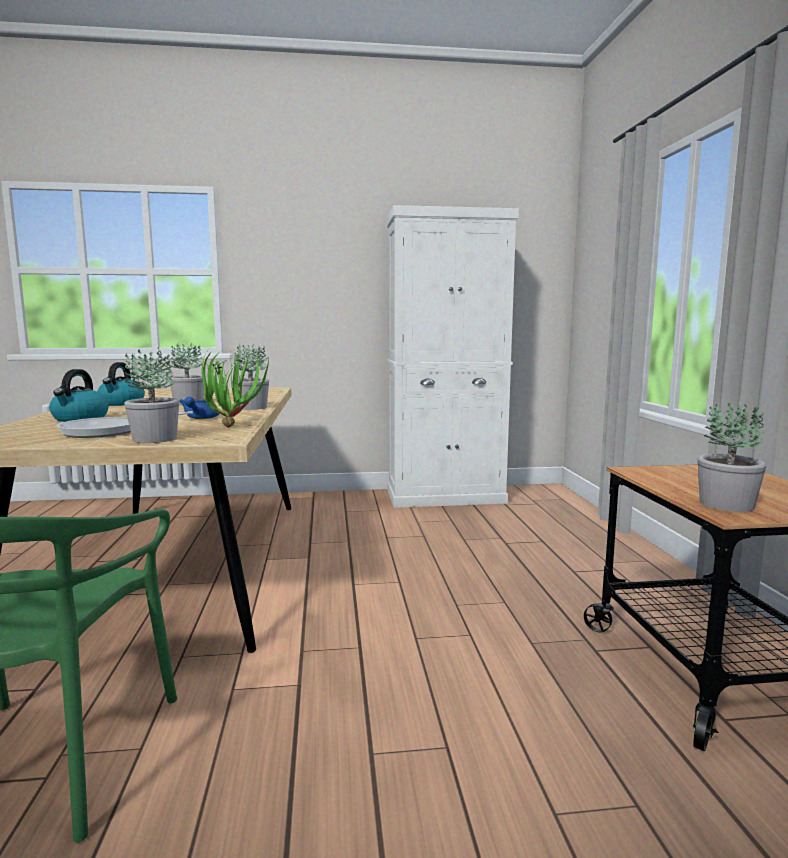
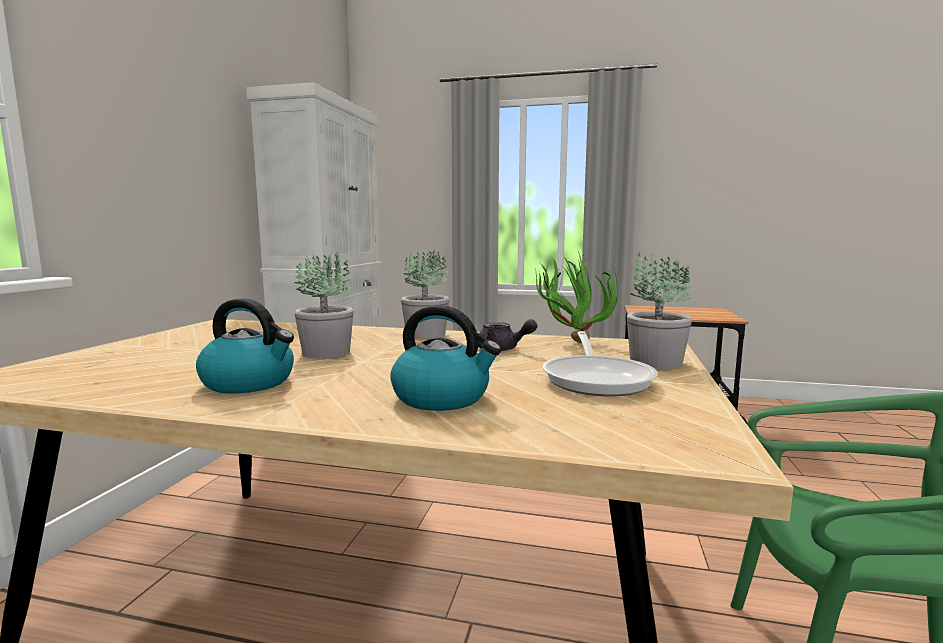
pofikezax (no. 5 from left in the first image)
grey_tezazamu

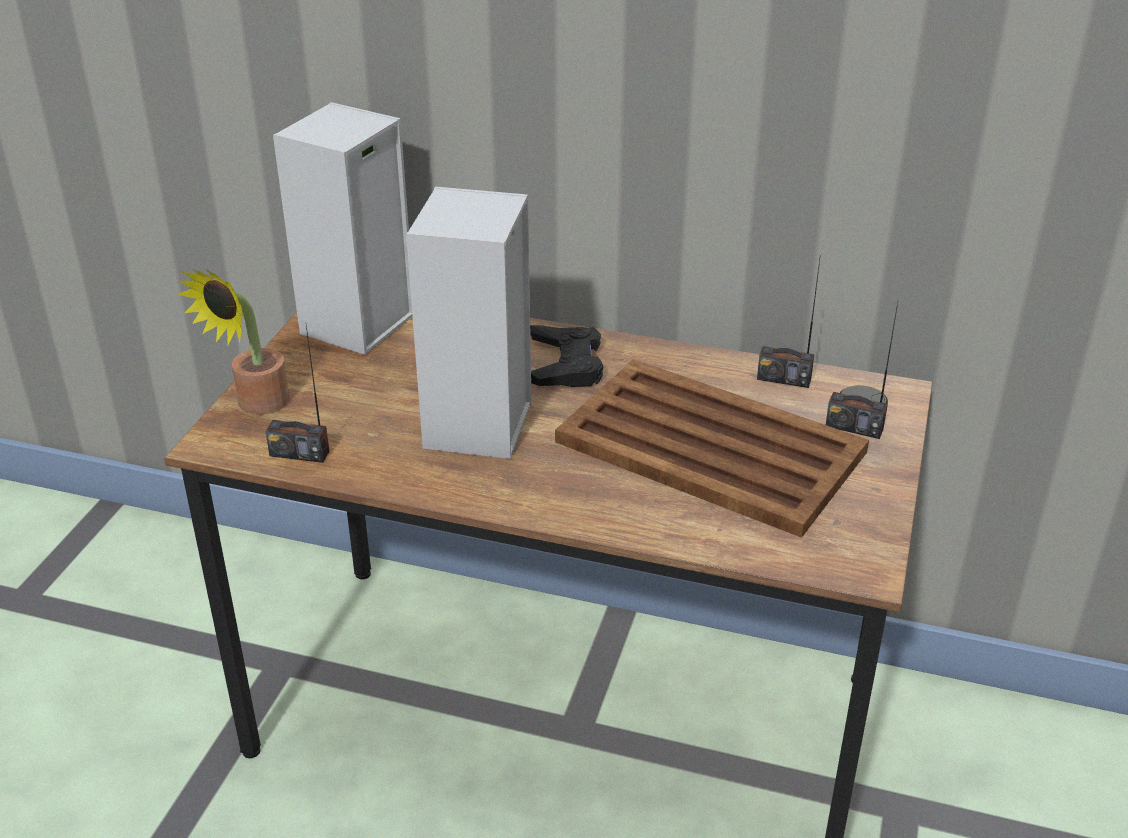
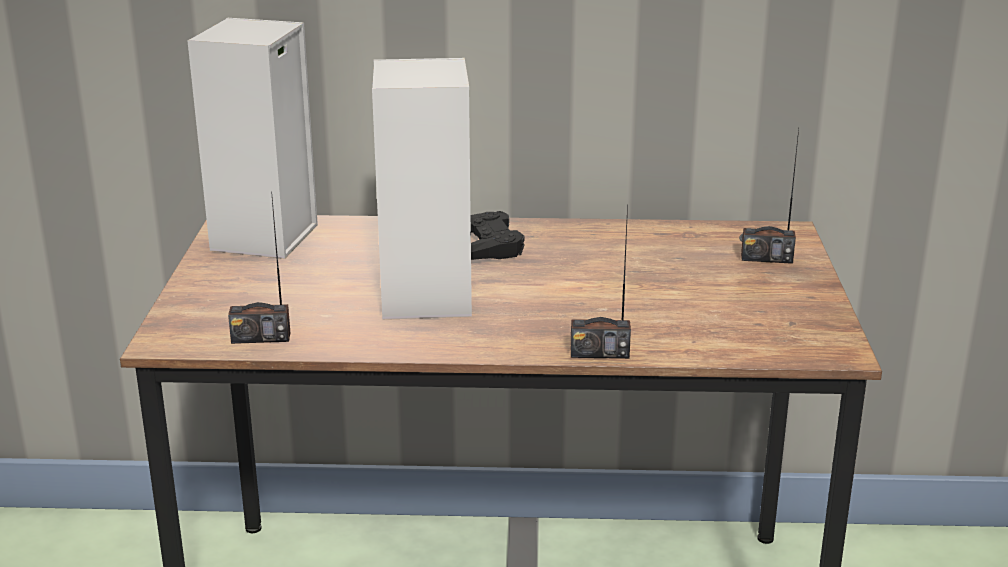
pofikezax
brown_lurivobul
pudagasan (no. 2 from left)

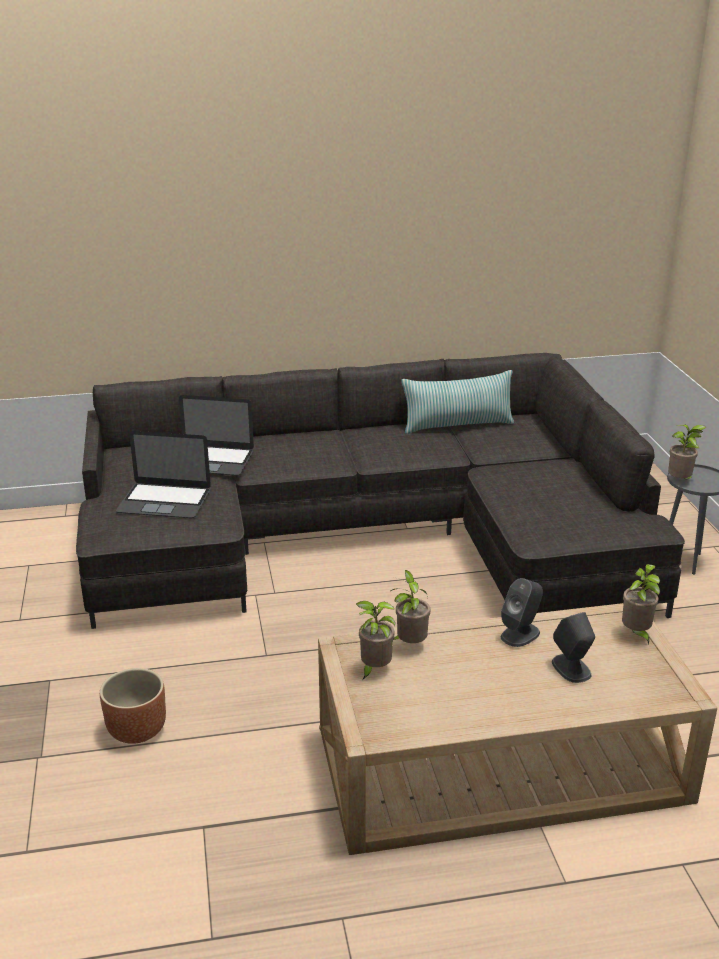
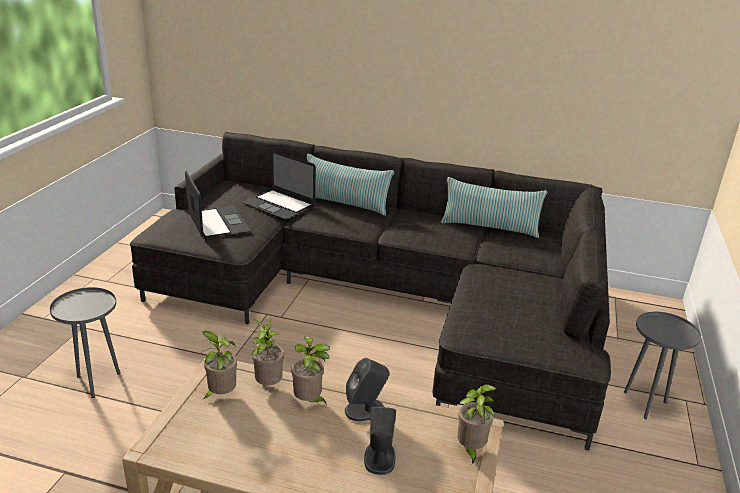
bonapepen (no. 1 from left)
pofikezax (no. 3 from left)
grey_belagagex (no. 1 from left)
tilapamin (no. 1 from left)

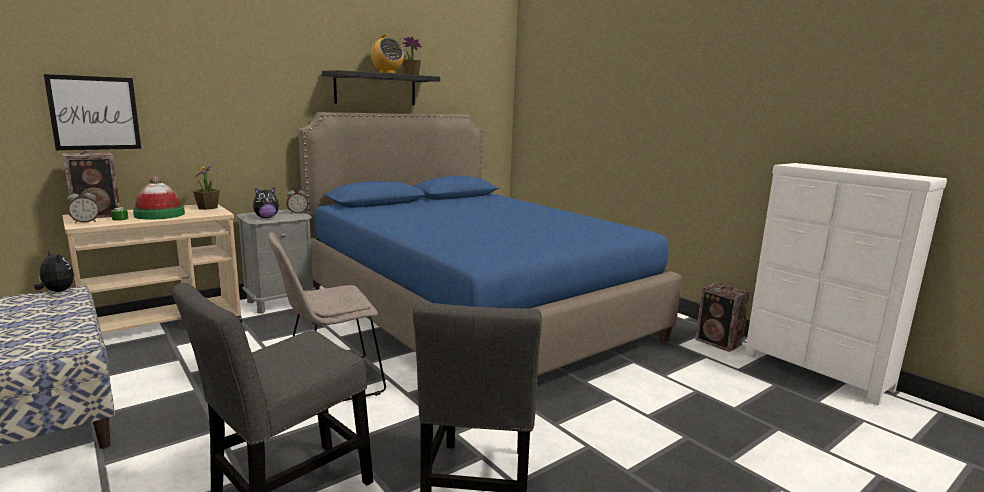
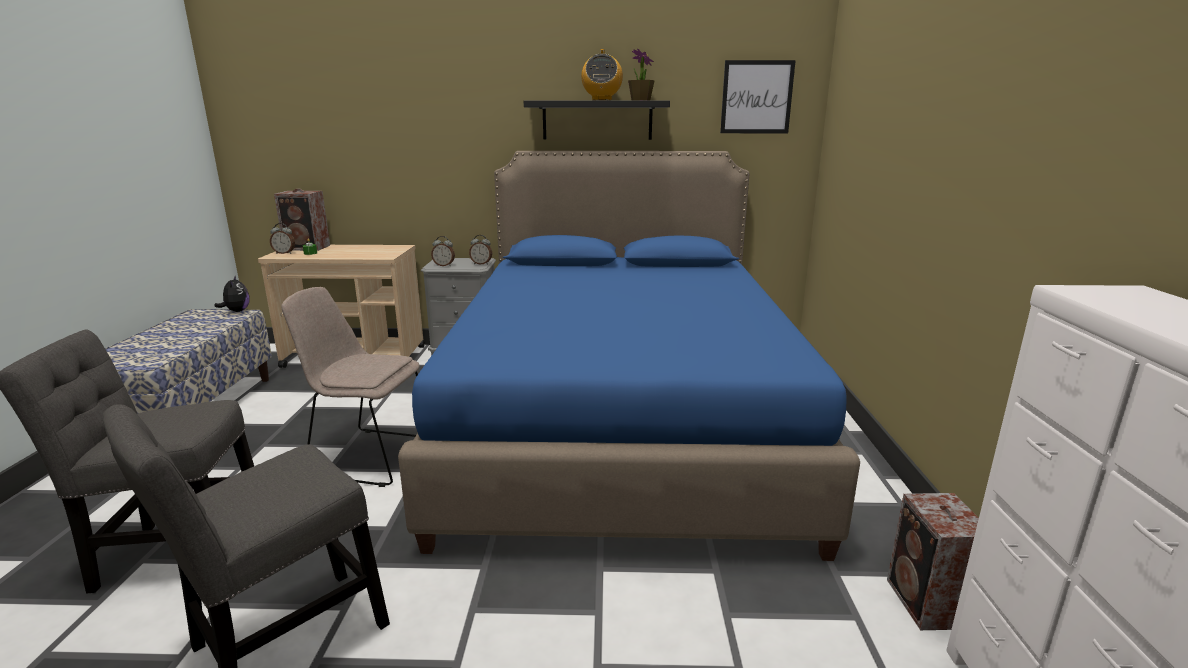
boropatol
pofikezax (no. 1 from left in the first image)
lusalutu
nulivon (no. 2 from left)

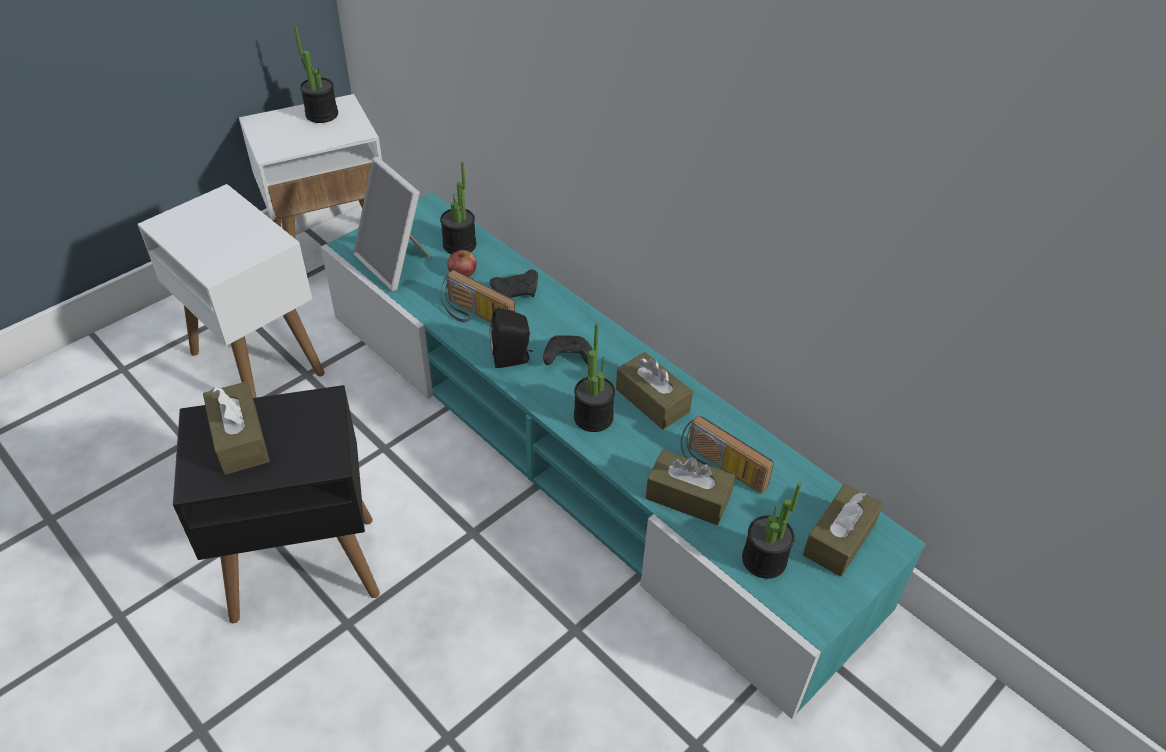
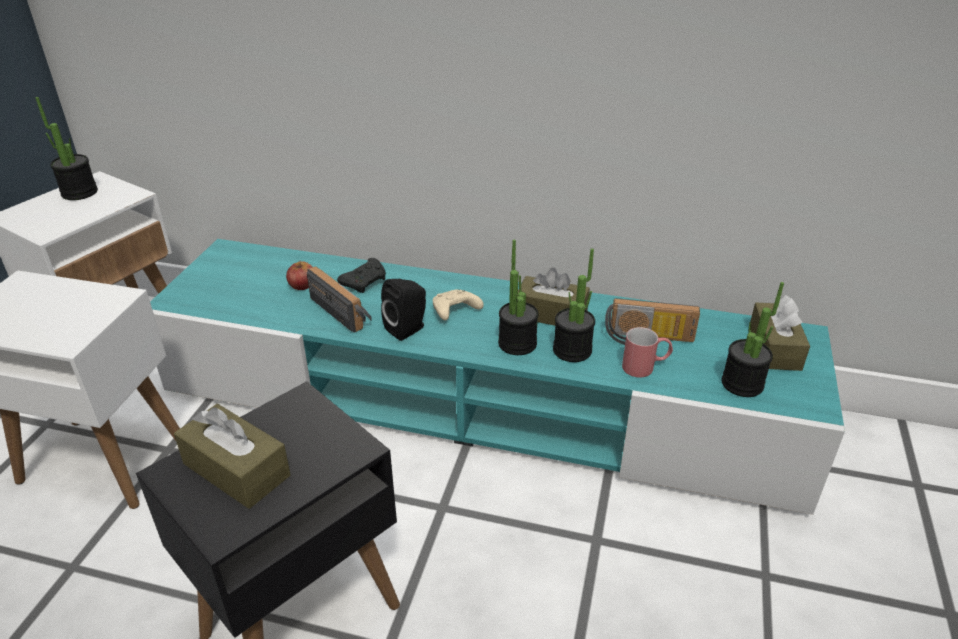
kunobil
pofikezax (no. 3 from left)
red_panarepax
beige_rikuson
pudagasan (no. 1 from left)

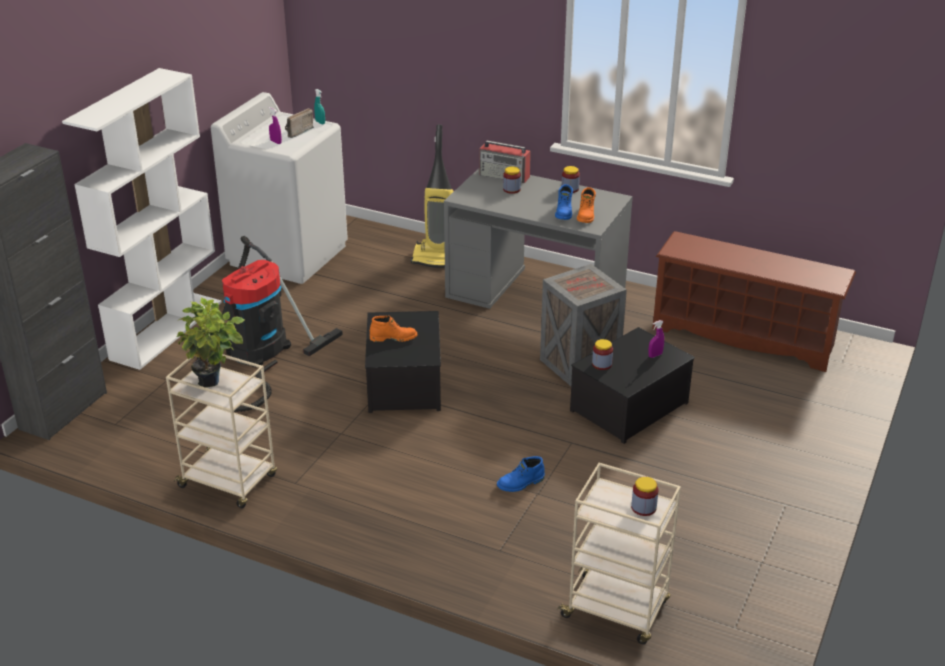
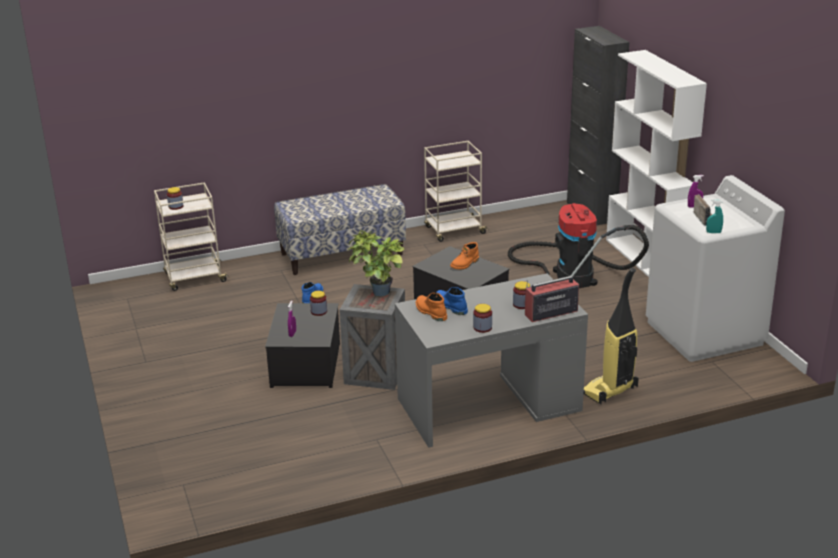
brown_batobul
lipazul
pofikezax

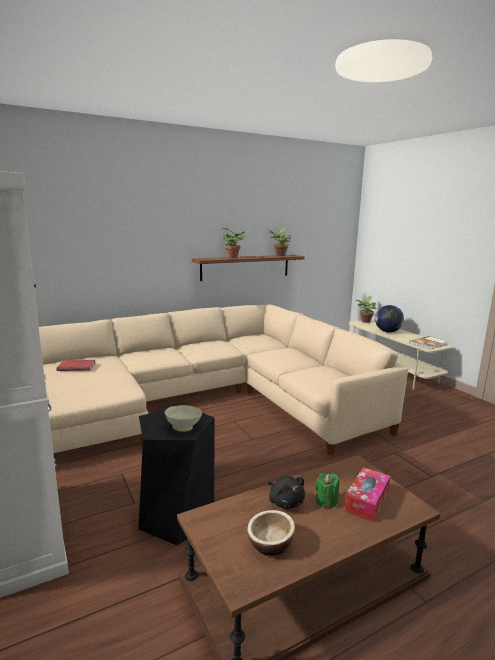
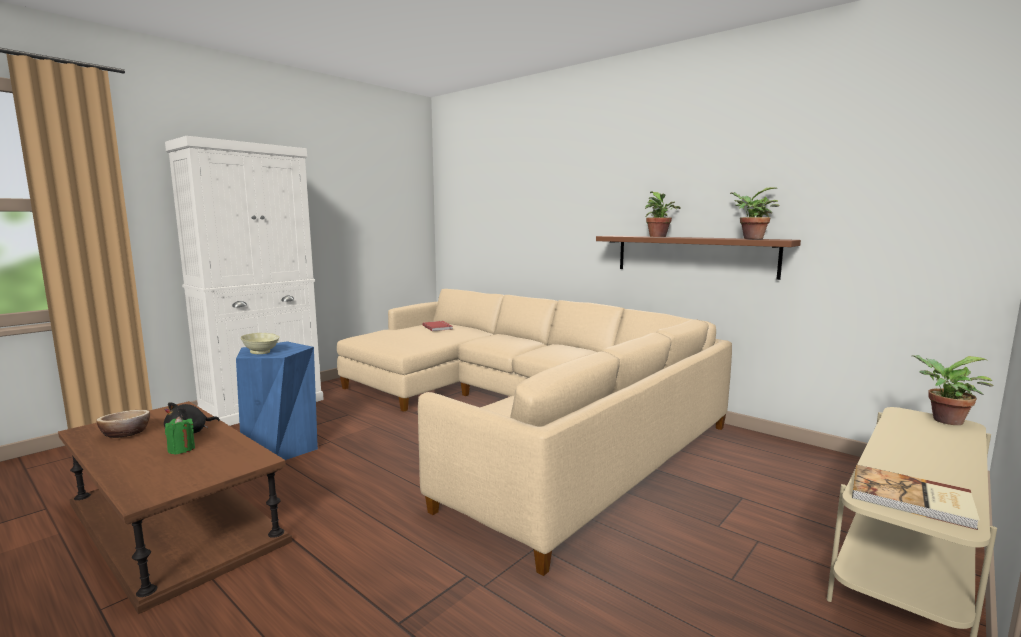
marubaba
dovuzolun
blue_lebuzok

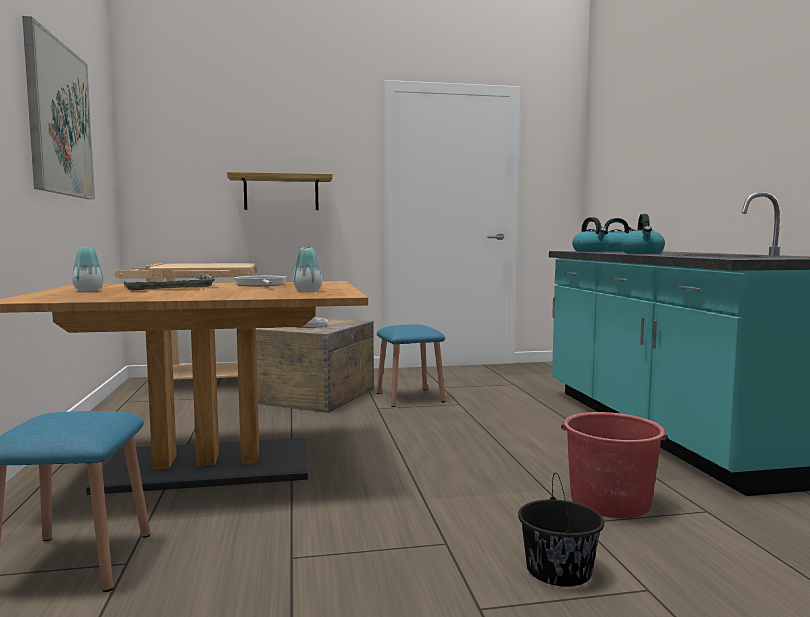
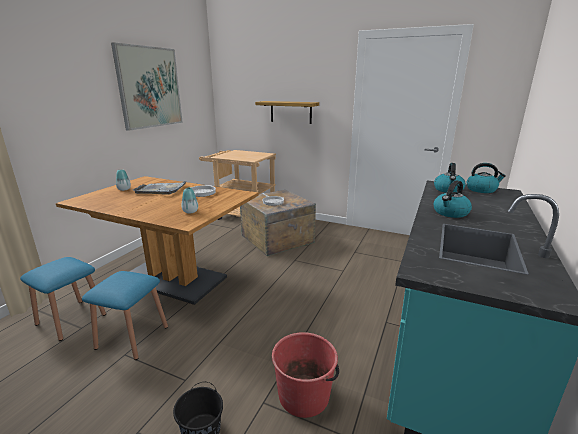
blue_lebuzok (no. 2 from left)

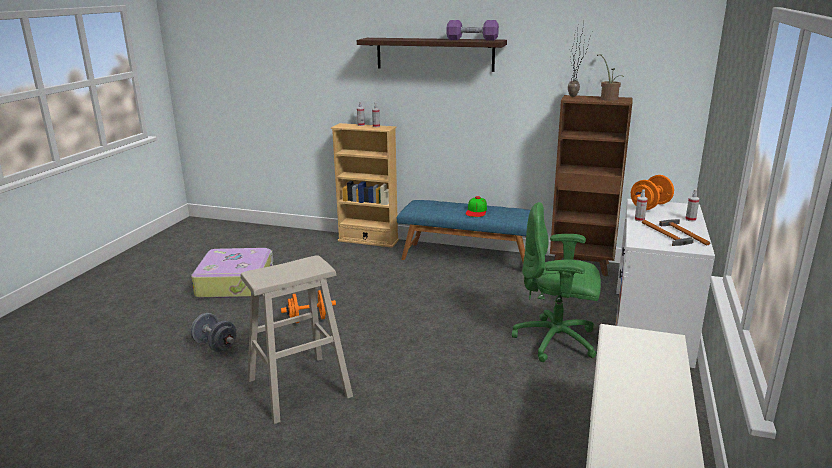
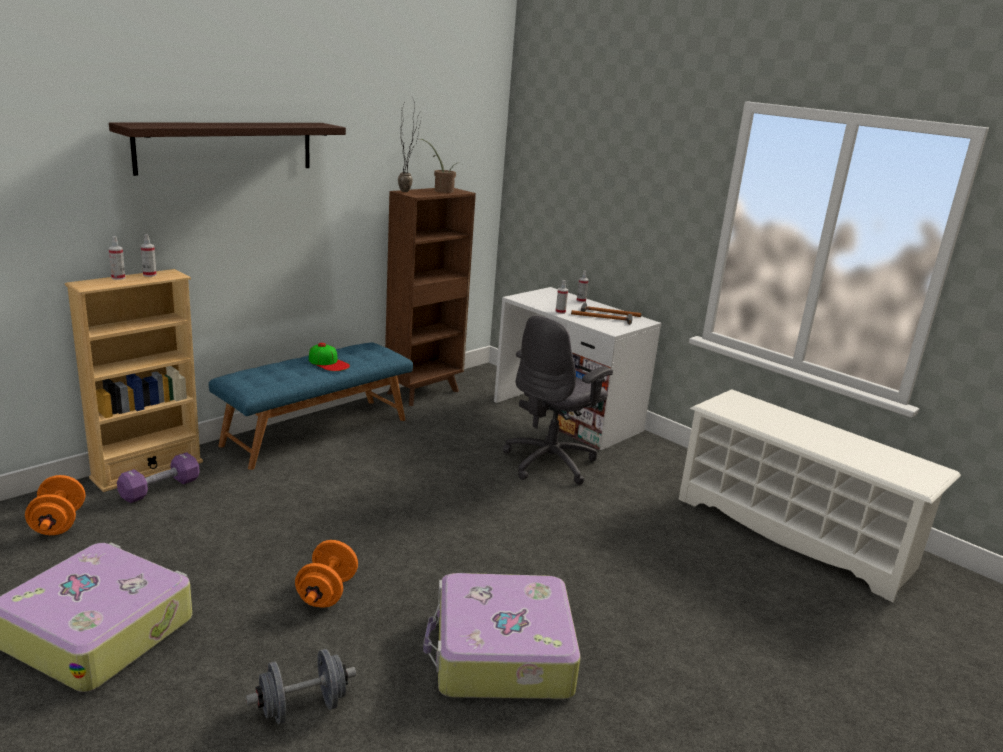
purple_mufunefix
orange_mufunefix (no. 1 from left)
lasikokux (no. 2 from left)
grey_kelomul

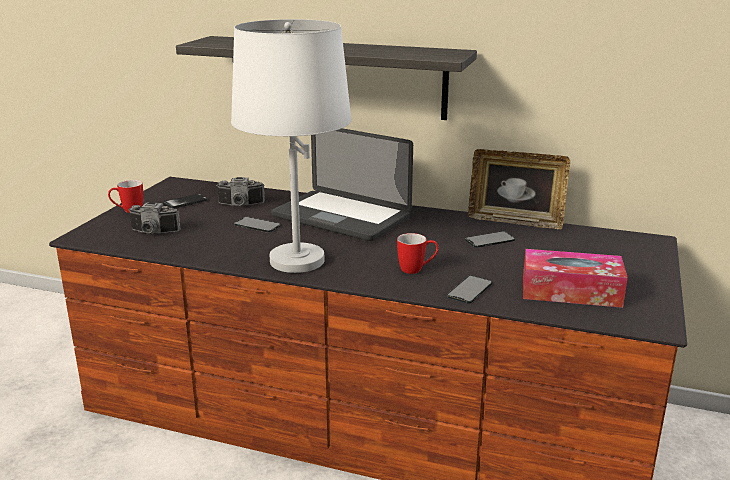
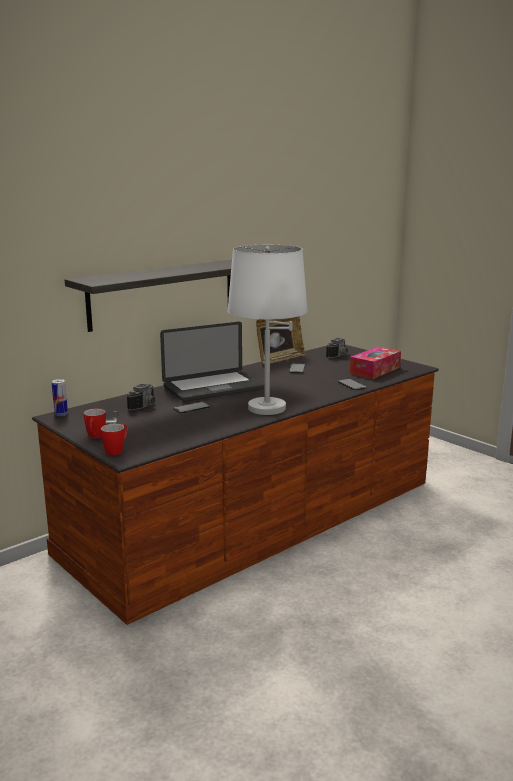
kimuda
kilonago (no. 2 from left)
panarepax (no. 2 from left)

